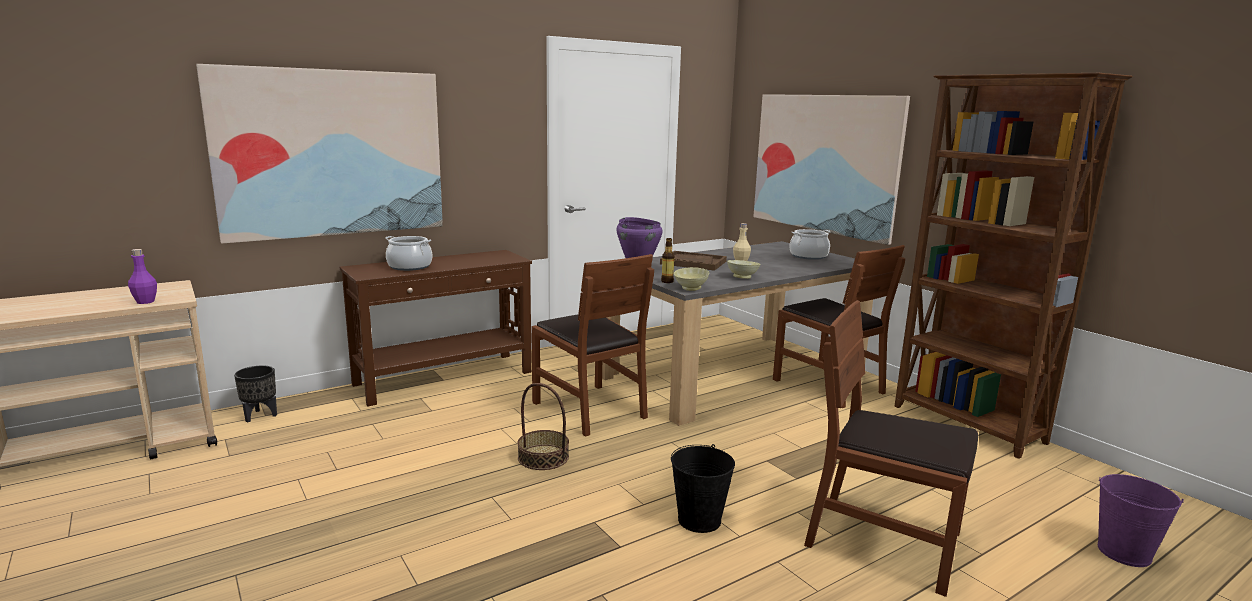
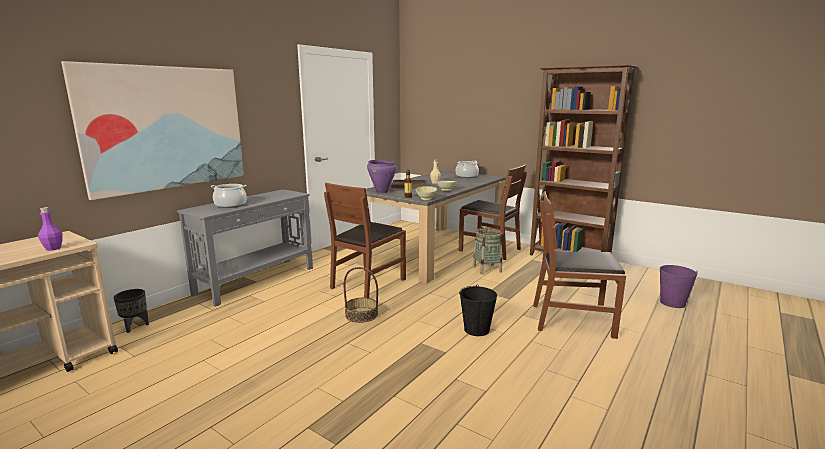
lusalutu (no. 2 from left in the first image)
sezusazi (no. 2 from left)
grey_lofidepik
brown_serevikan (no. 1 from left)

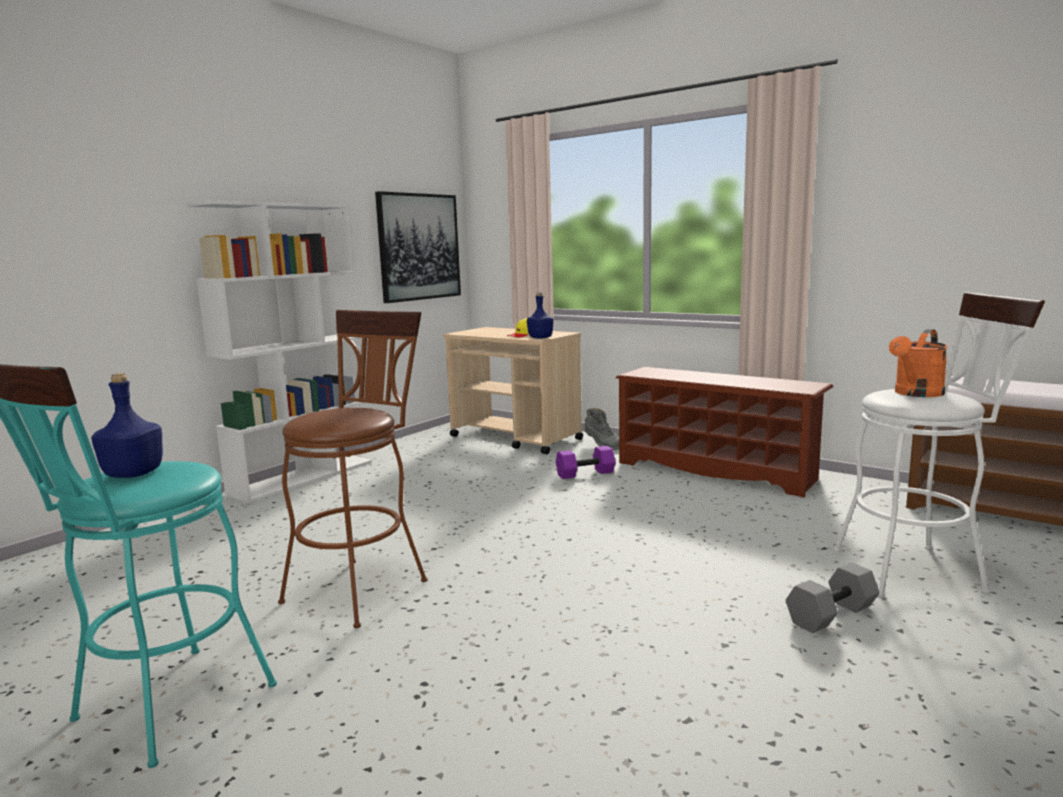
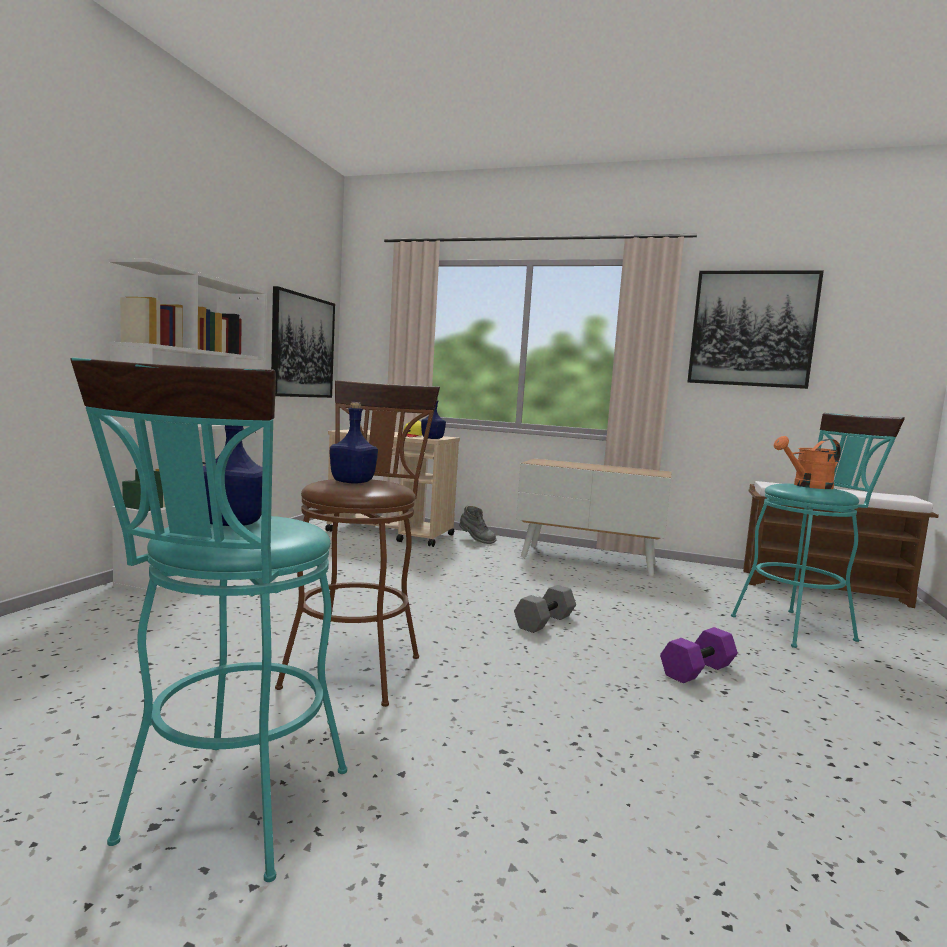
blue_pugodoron (no. 2 from left)
lusalutu (no. 2 from left)
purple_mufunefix
grey_mufunefix
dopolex
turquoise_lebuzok (no. 2 from left)
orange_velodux

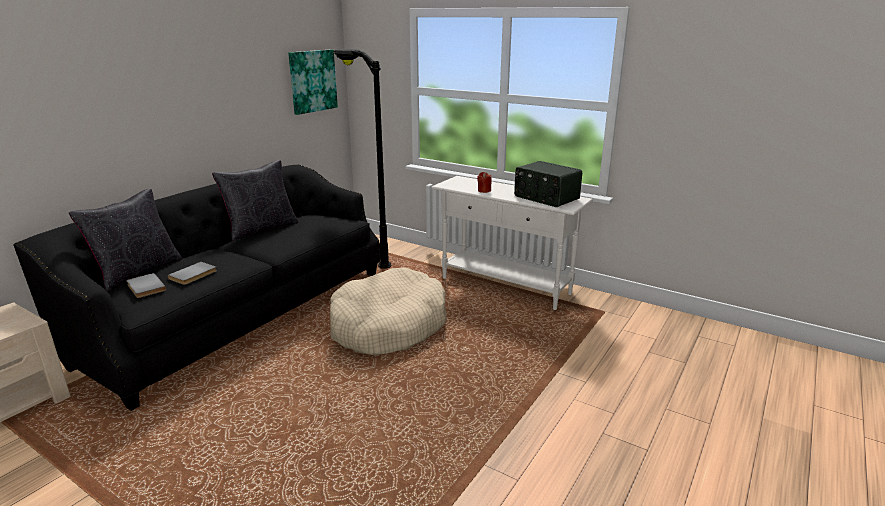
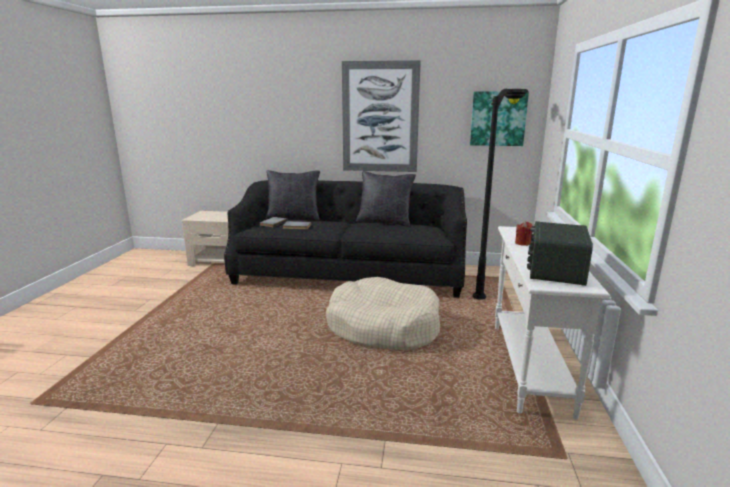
lusalutu (no. 1 from left)

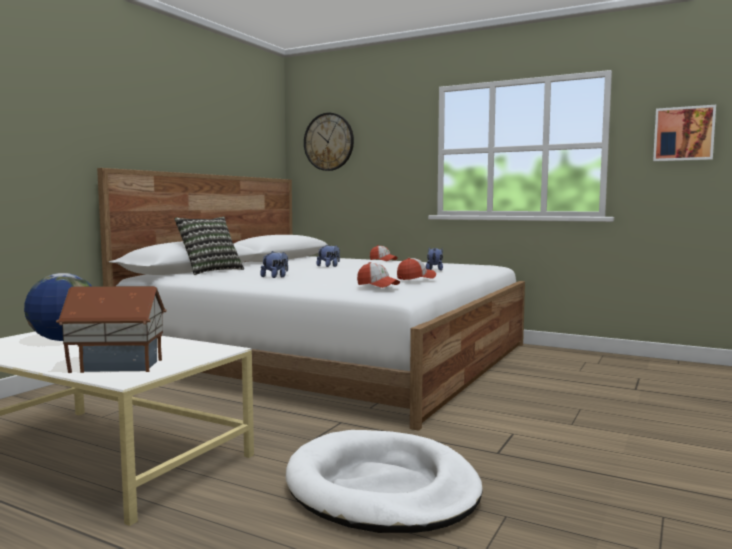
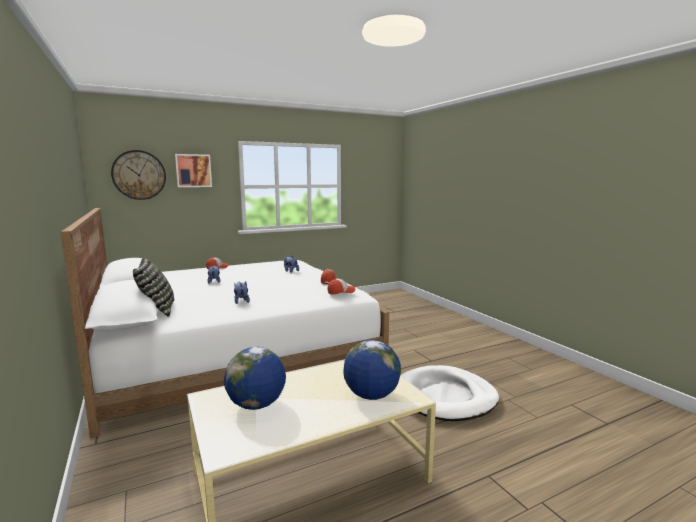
lusalutu
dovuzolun (no. 2 from left)

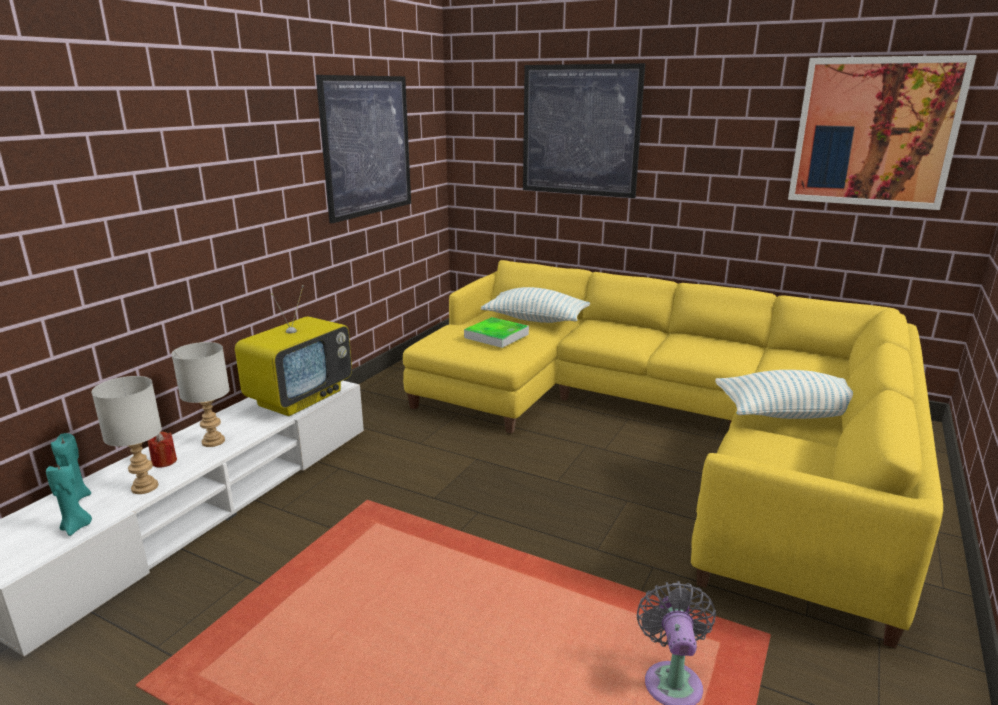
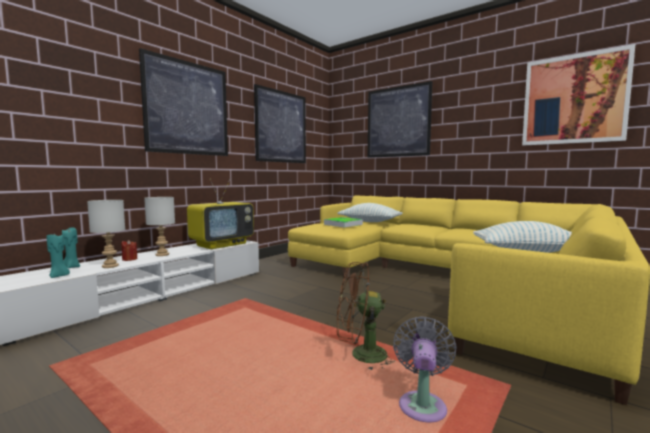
lusalutu (no. 1 from left)
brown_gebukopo

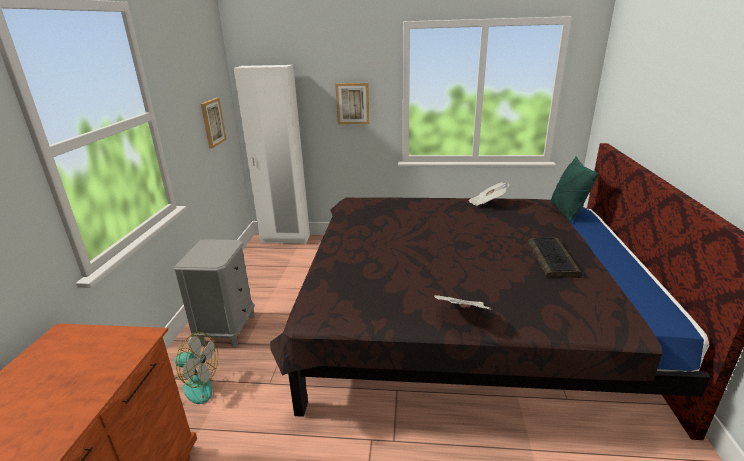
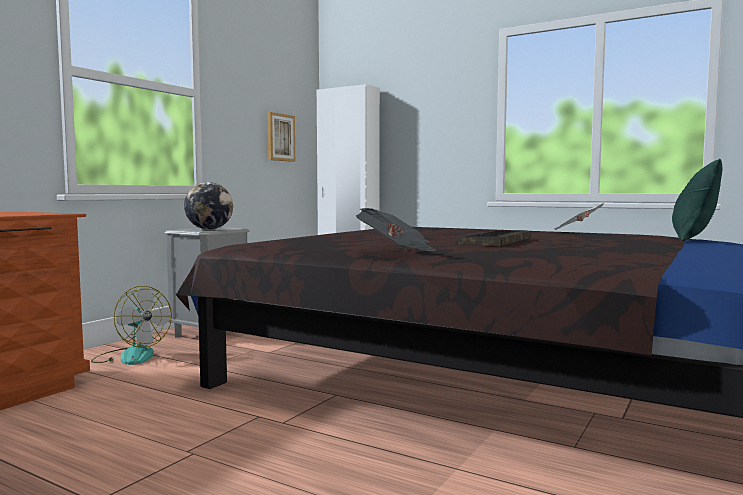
lusalutu (no. 2 from left in the first image)
dovuzolun
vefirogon

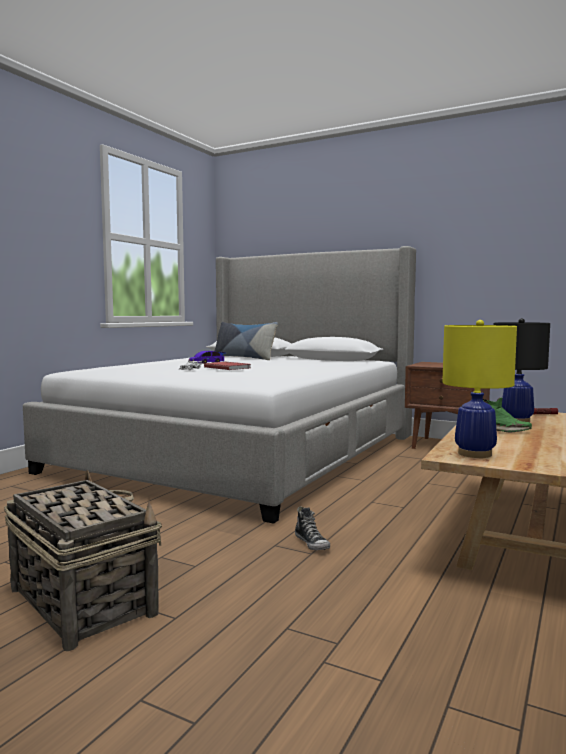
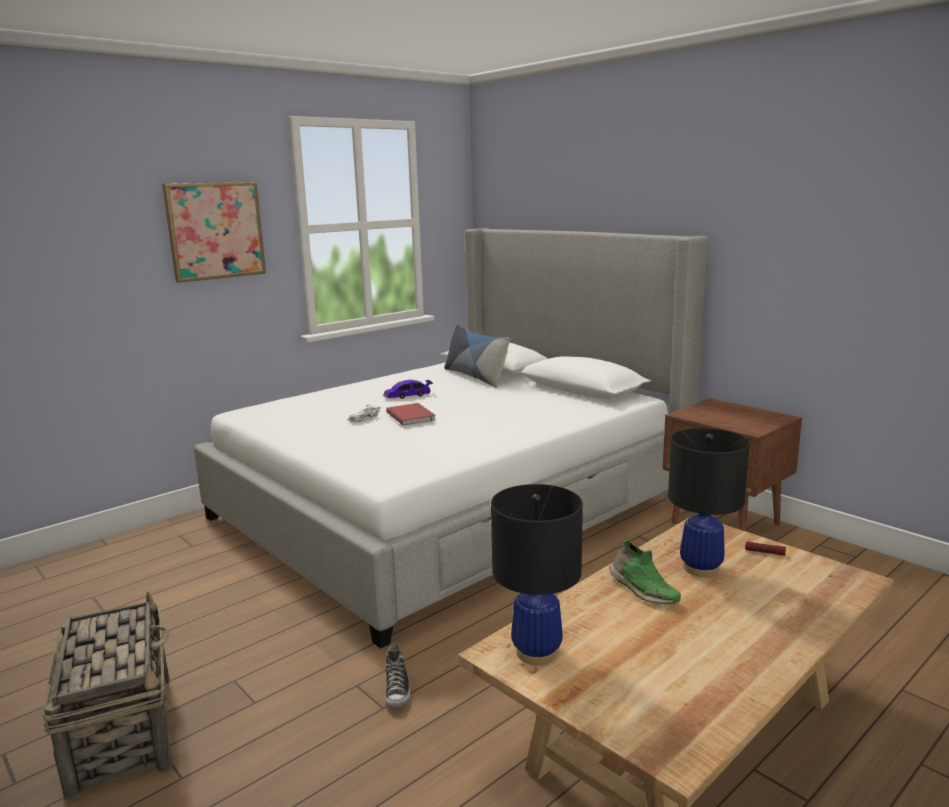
lusalutu
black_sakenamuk (no. 1 from left)

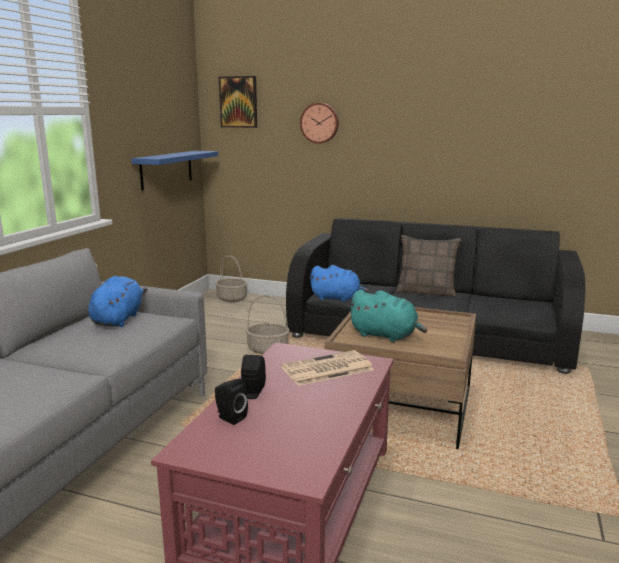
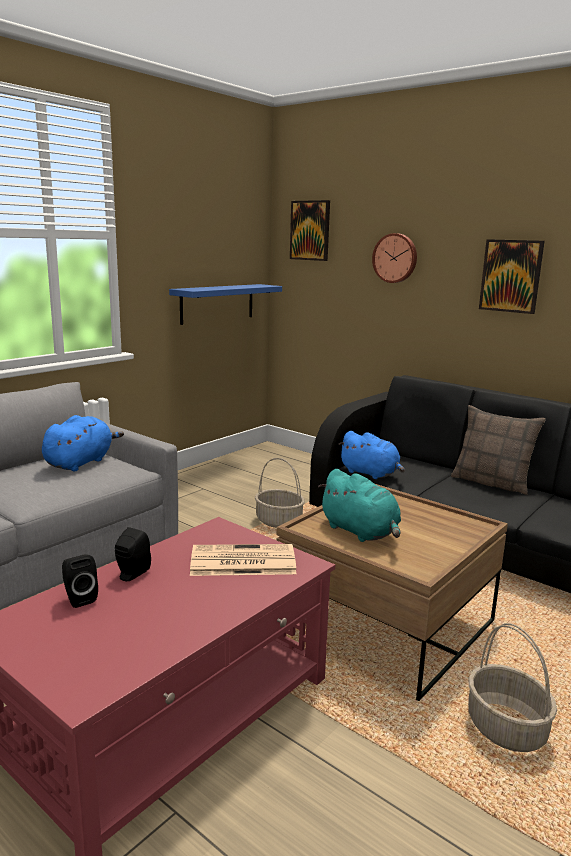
lusalutu (no. 2 from left)
sezusazi (no. 2 from left)

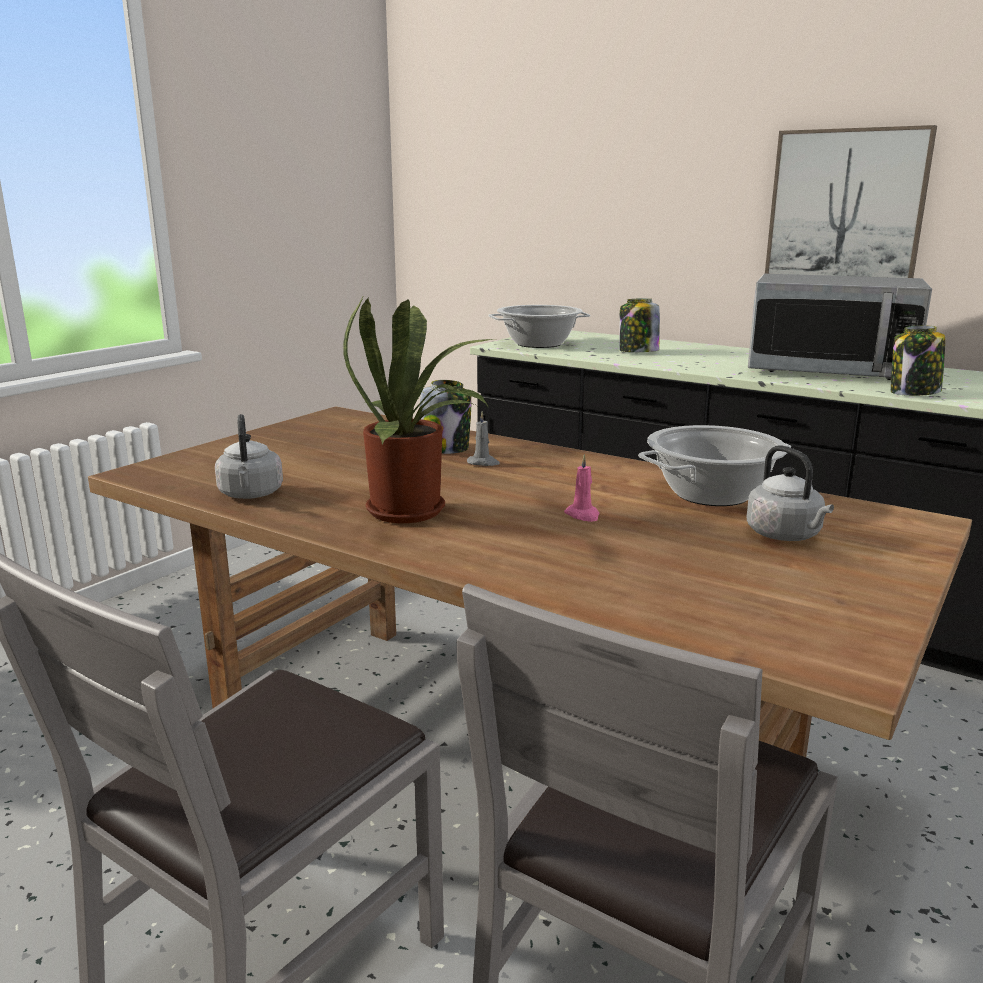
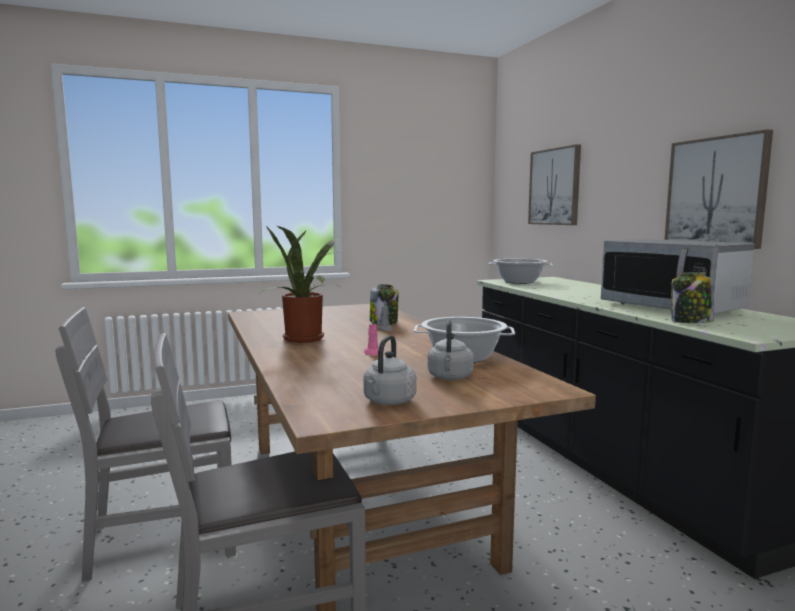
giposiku (no. 2 from left in the first image)
lusalutu (no. 1 from left)
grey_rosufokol (no. 1 from left)

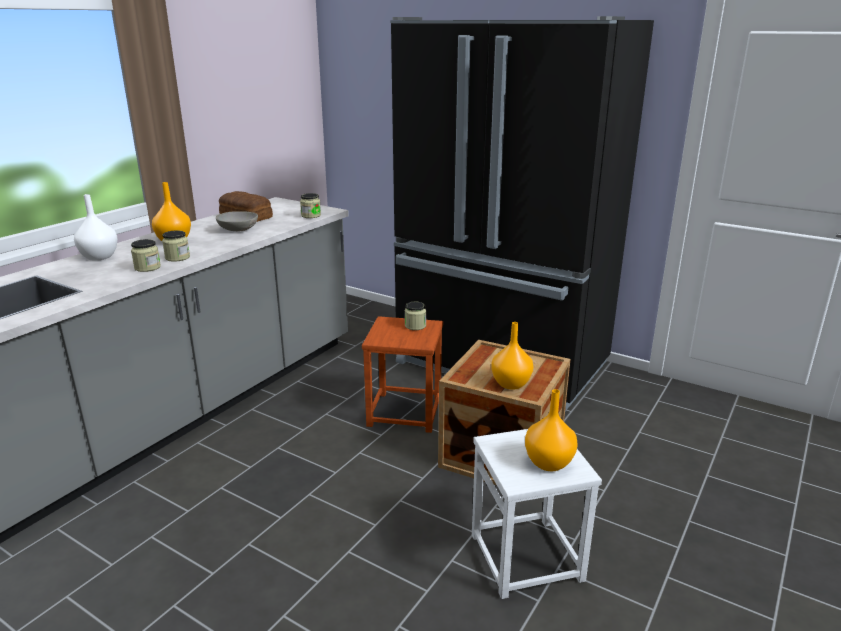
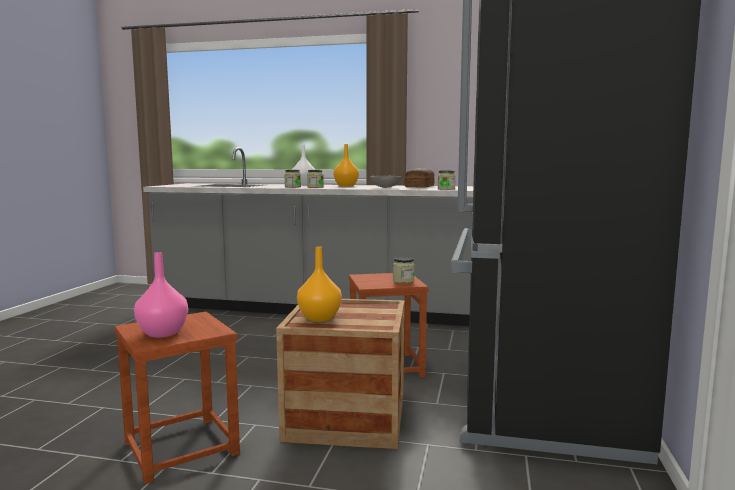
brown_lebuzok (no. 1 from left)
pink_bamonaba

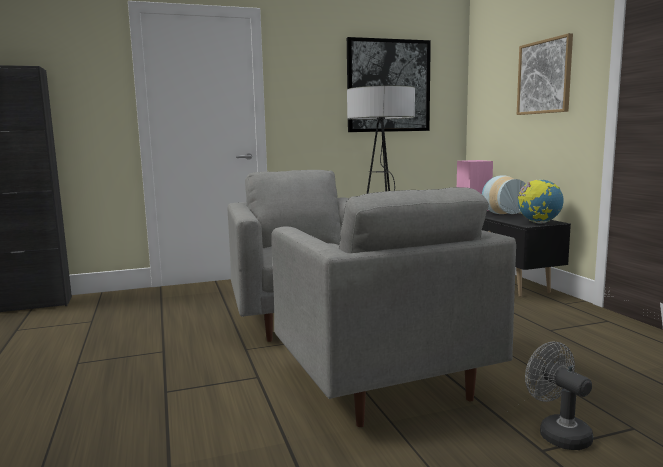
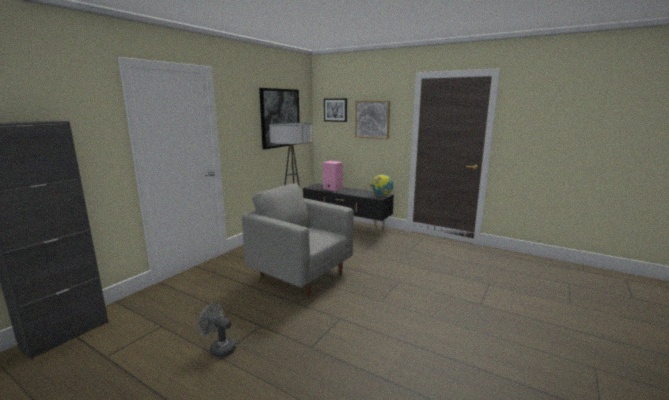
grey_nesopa (no. 2 from left in the first image)
bamonaba
lusalutu (no. 2 from left)
grey_gebukopo

